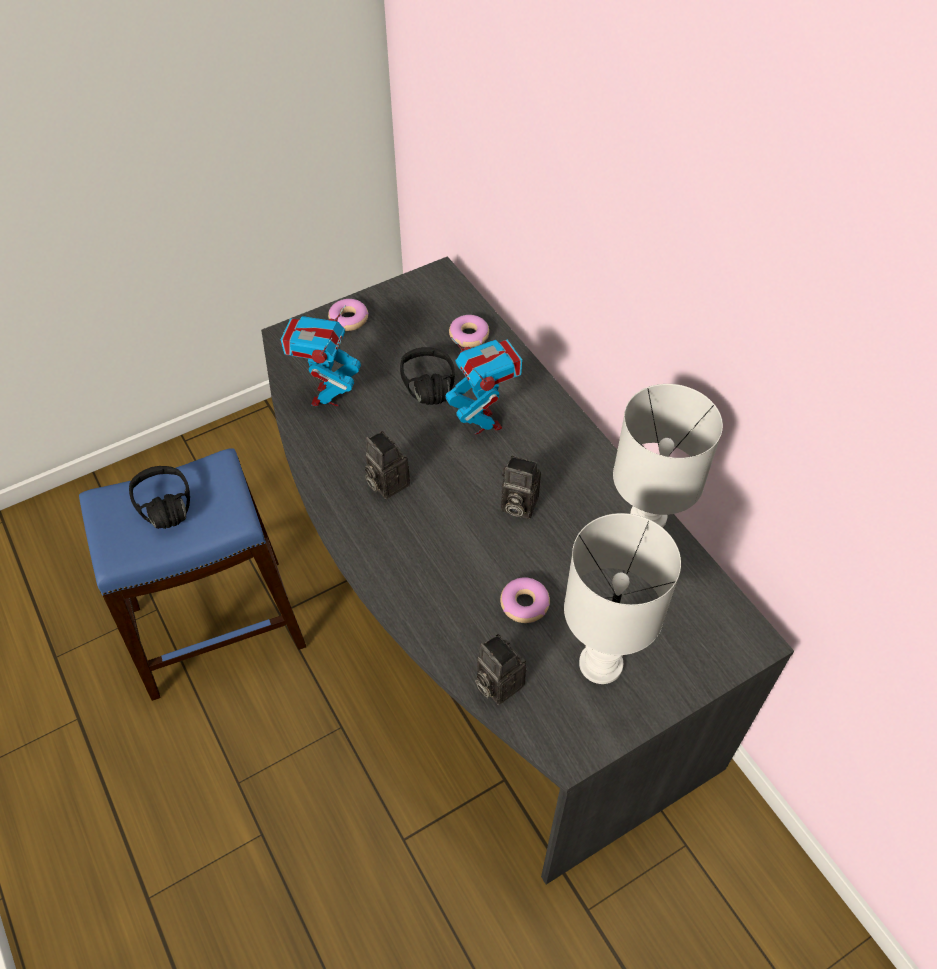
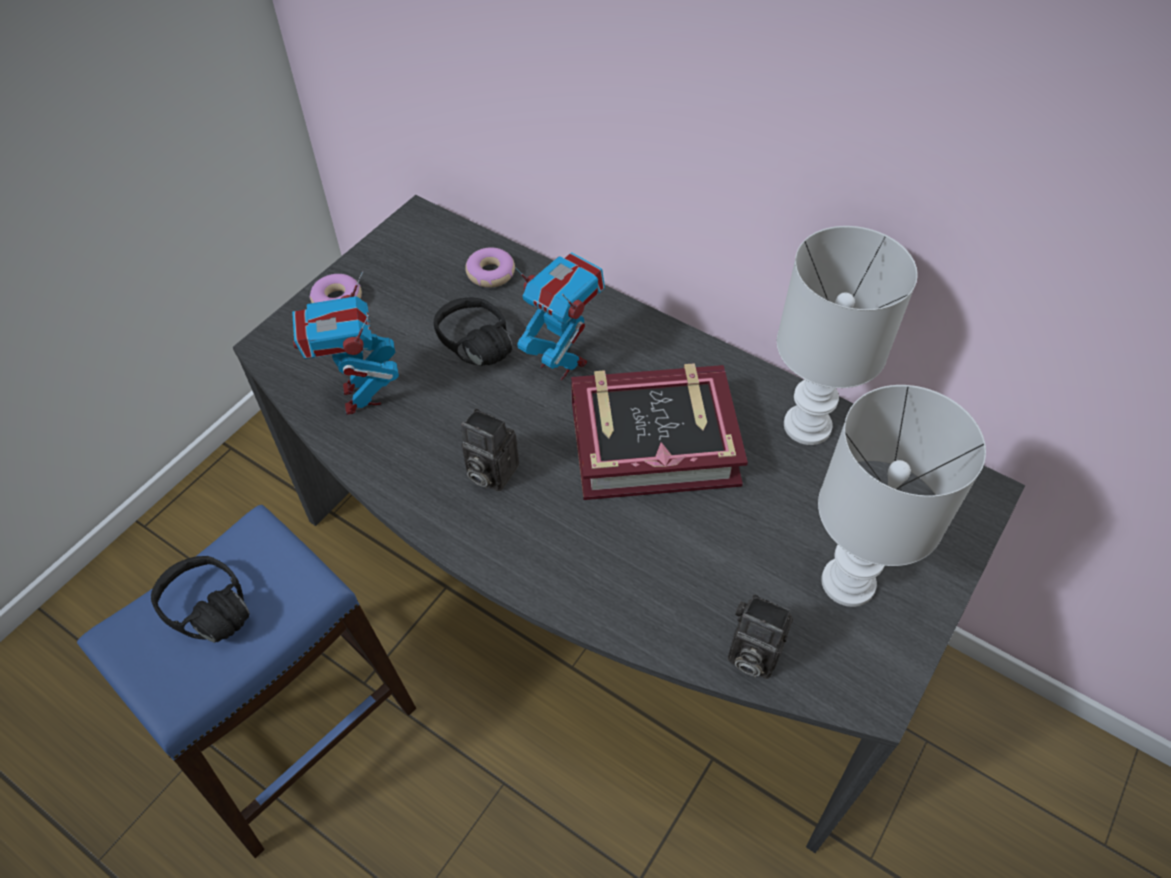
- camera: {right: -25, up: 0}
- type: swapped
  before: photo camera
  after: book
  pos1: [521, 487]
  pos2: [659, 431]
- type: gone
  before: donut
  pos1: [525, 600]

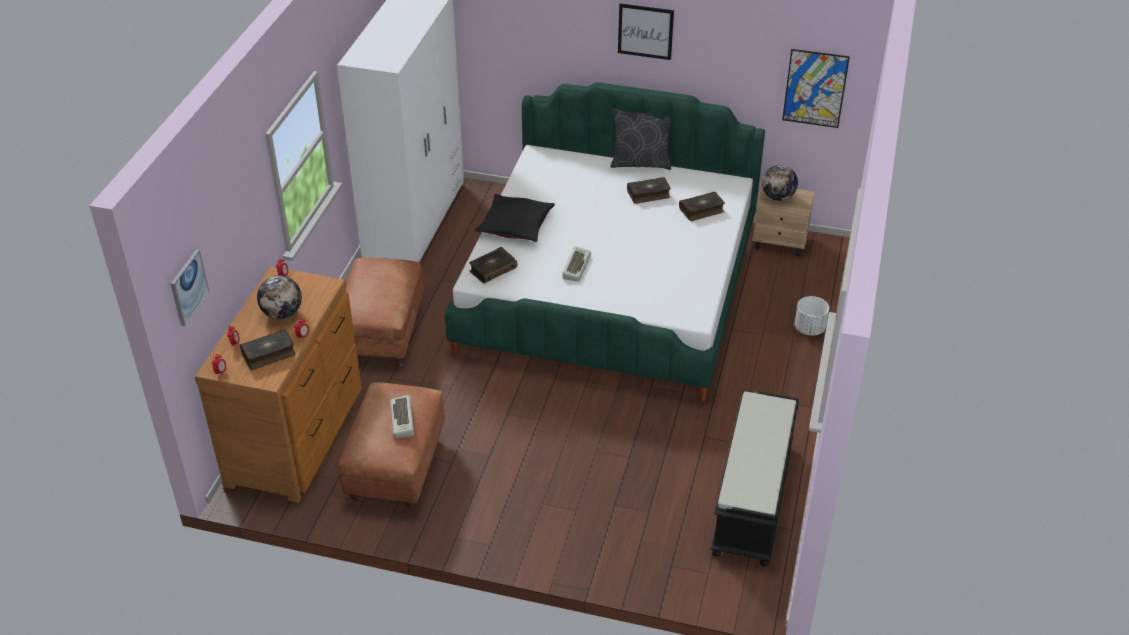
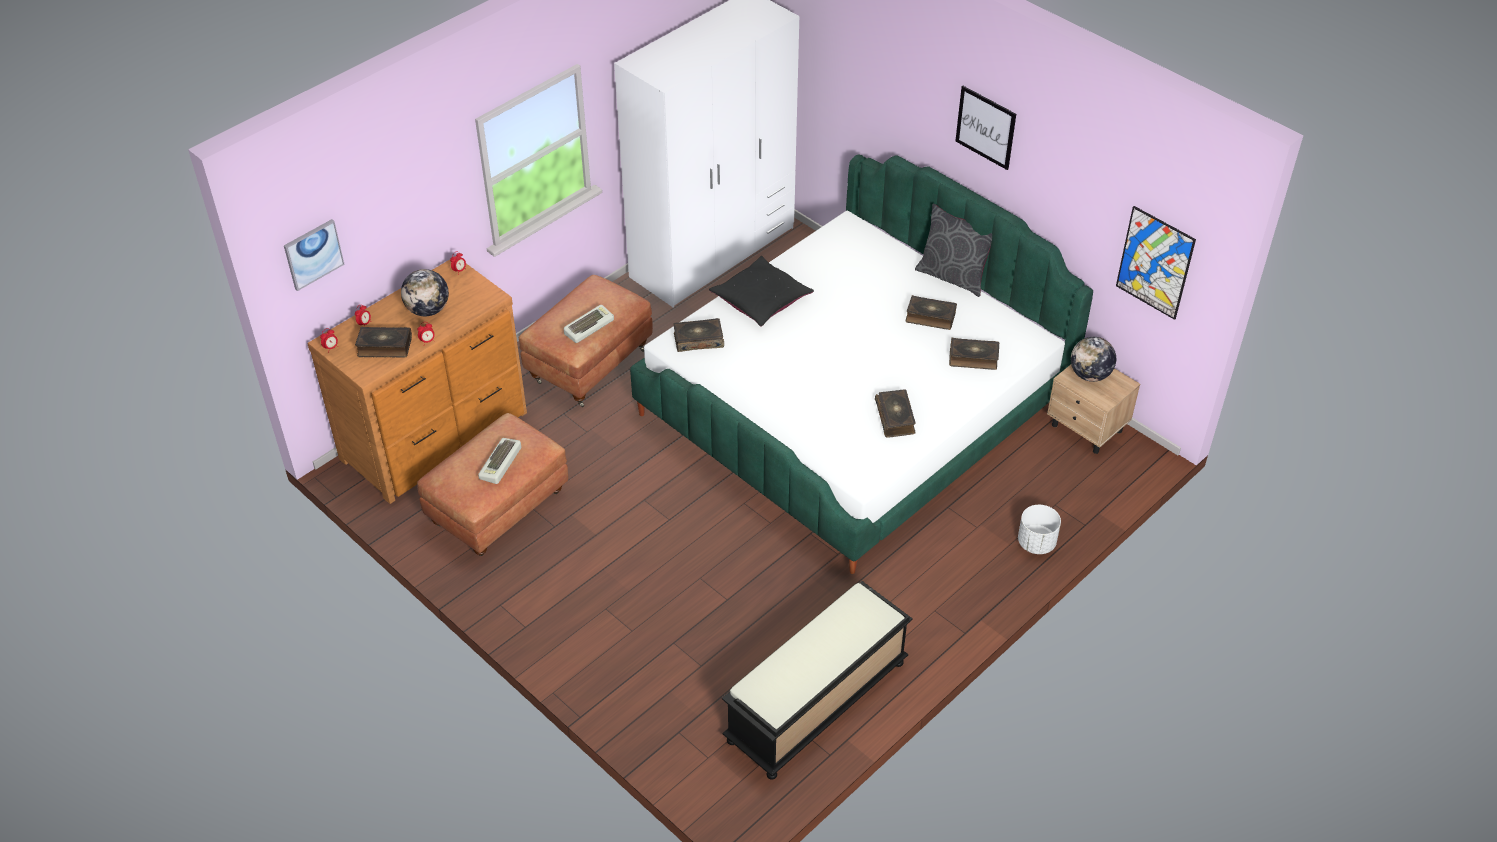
- camera: {right: 30, up: 5}
- type: shifted
  before: keyboard
  pos1: [577, 264]
  pos2: [589, 324]
- type: new
  after: book
  pos2: [895, 413]

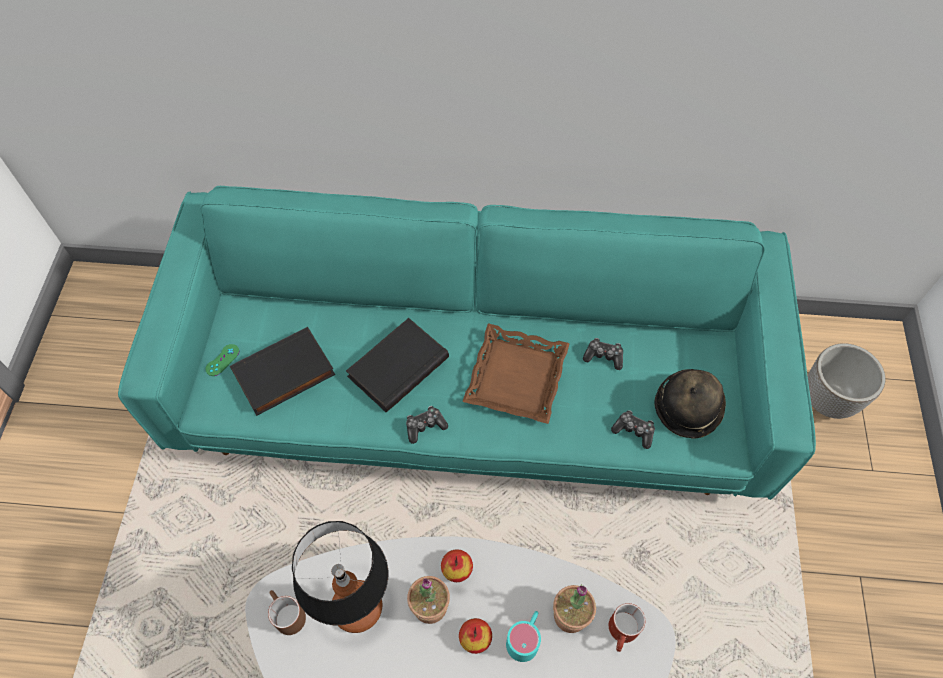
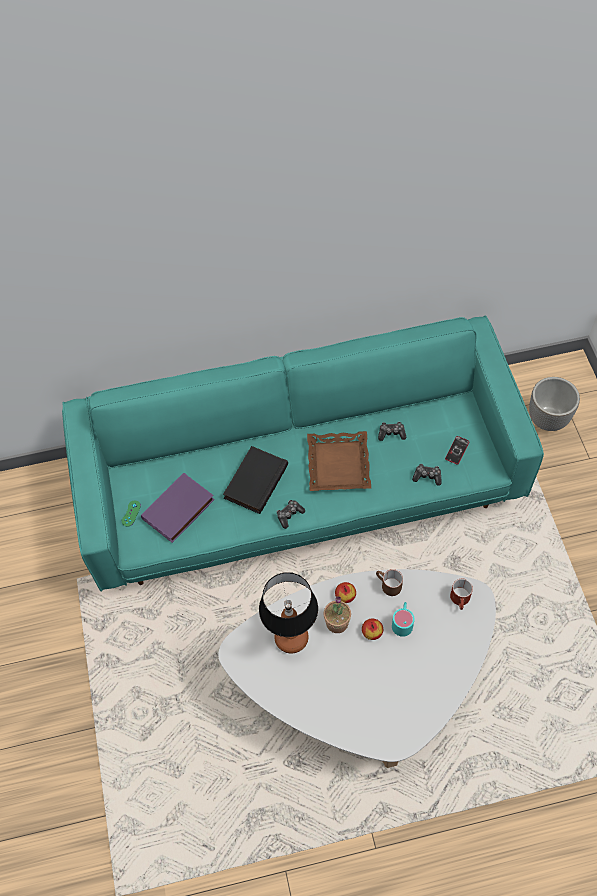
- camera: {right: -15, up: 0}
- type: repainted
  before: book (black)
  after: book (purple)
  pos1: [282, 371]
  pos2: [178, 508]
- type: shifted
  before: mug (brown)
  pos1: [287, 612]
  pos2: [389, 582]
- type: swapped
  before: hat
  after: phone
  pos1: [690, 404]
  pos2: [457, 450]
- type: gone
  before: potted plant
  pos1: [574, 608]

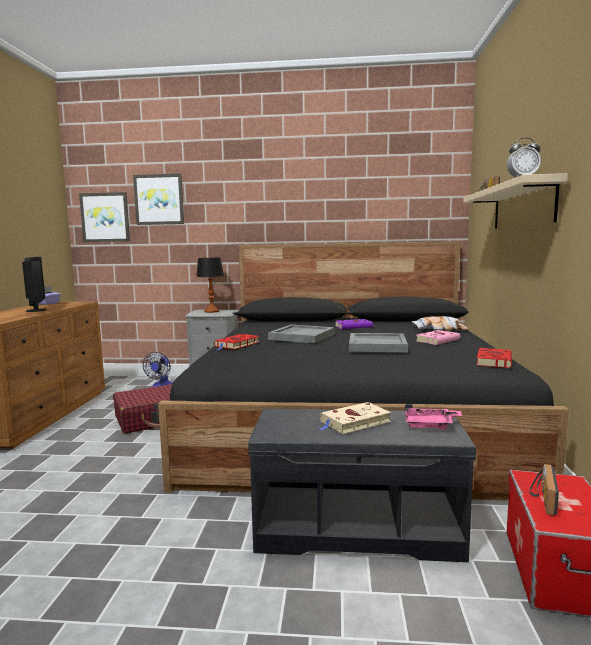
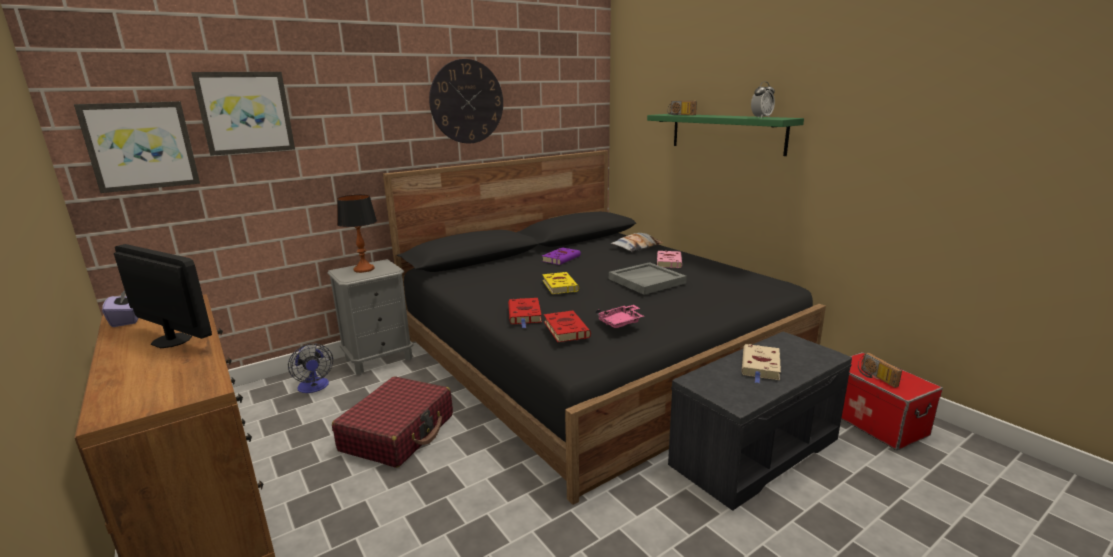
- camera: {right: -40, up: 10}
- type: new
  after: wall clock
  pos2: [466, 101]
- type: swapped
  before: tray (grey)
  after: book (yellow)
  pos1: [301, 334]
  pos2: [560, 283]
- type: shifted
  before: book (red)
  pos1: [494, 358]
  pos2: [567, 326]
- type: shifted
  before: tray (pink)
  pos1: [433, 416]
  pos2: [619, 316]
- type: repainted
  before: shelf (beige)
  after: shelf (green)
  pos1: [515, 201]
  pos2: [725, 135]

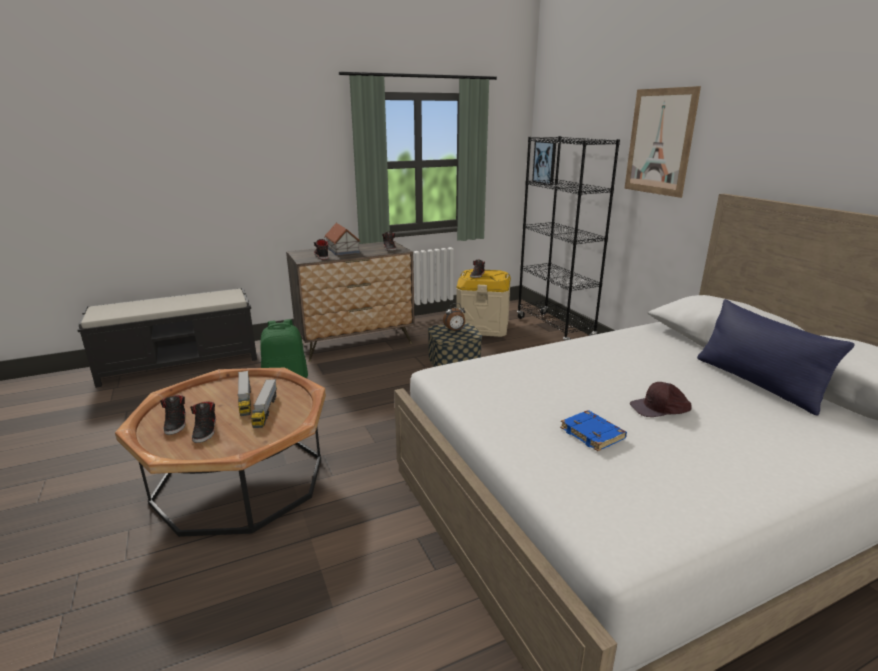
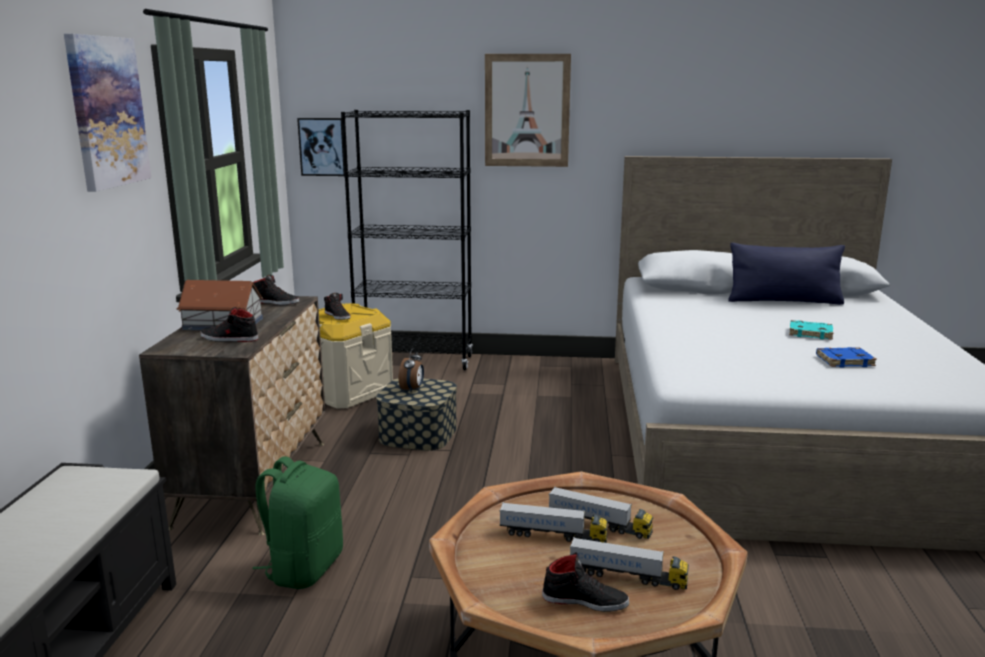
- camera: {right: -60, up: -5}
- type: new
  after: picture
  pos2: [107, 113]
- type: swapped
  before: shoe (black)
  after: toy truck
  pos1: [203, 422]
  pos2: [629, 563]
- type: swapped
  before: cap (brown)
  after: book (turquoise)
  pos1: [661, 399]
  pos2: [811, 330]

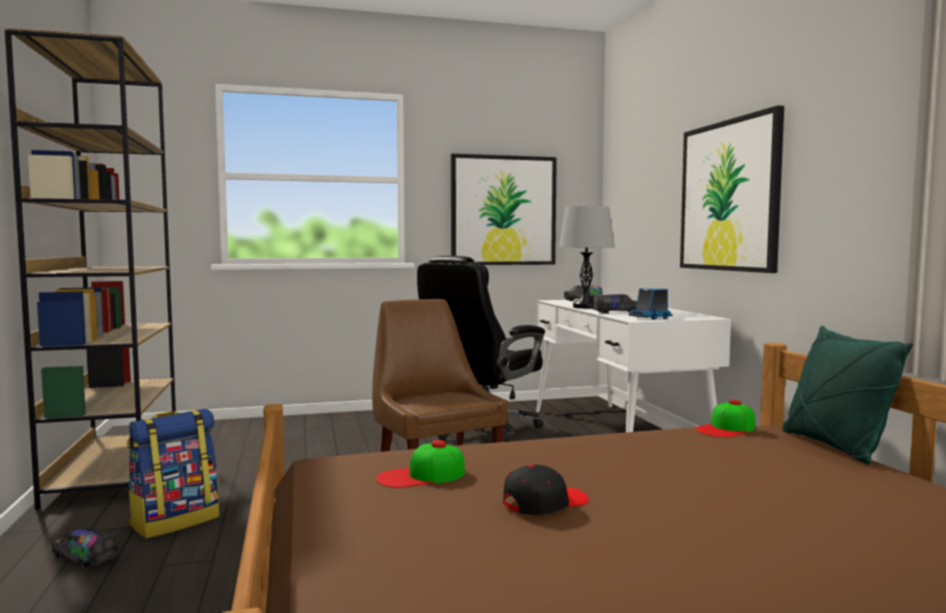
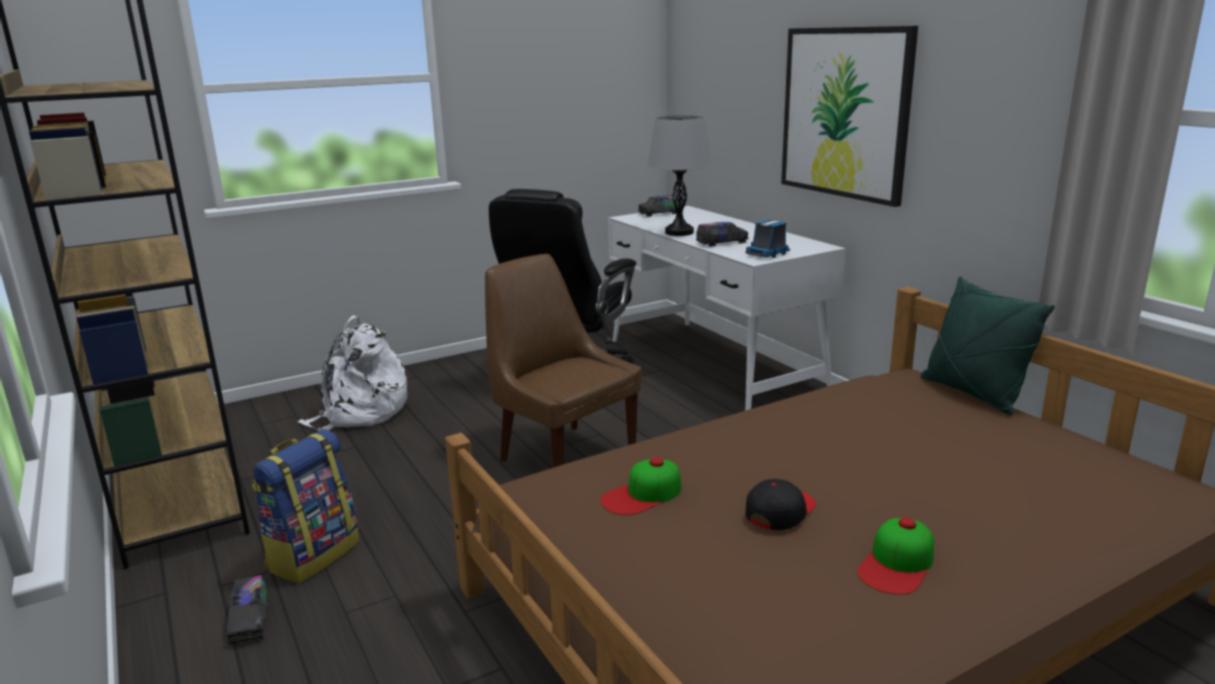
- camera: {right: -15, up: 15}
- type: rotated
  before: toy truck
  pos1: [85, 548]
  pos2: [247, 610]
  turn: -120
- type: new
  after: backpack (white)
  pos2: [352, 373]
- type: shifted
  before: cap
  pos1: [725, 418]
  pos2: [895, 556]
- type: gone
  before: picture
  pos1: [504, 209]

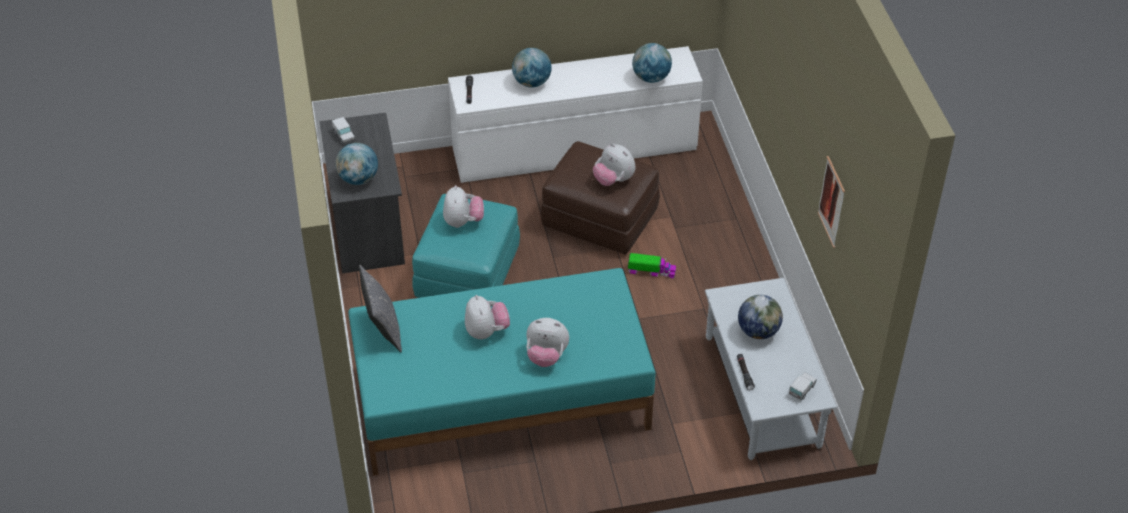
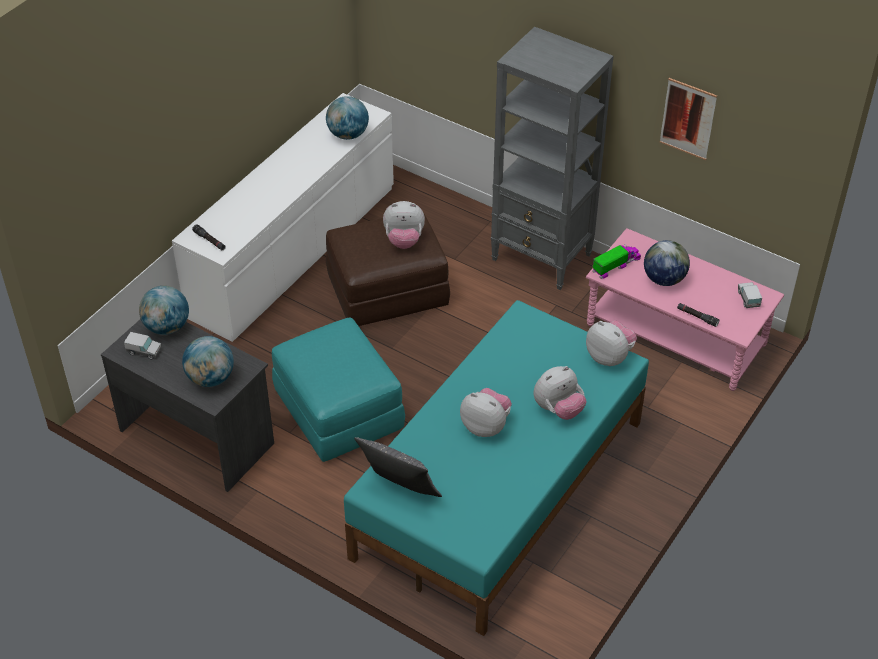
- camera: {right: -45, up: 0}
- type: shifted
  before: globe
  pos1: [532, 67]
  pos2: [164, 310]
- type: new
  after: bookcase (grey)
  pos2: [552, 158]
- type: repainted
  before: coffee table (grey)
  after: coffee table (pink)
  pos1: [771, 369]
  pos2: [685, 309]
- type: shifted
  before: plush toy
  pos1: [463, 206]
  pos2: [611, 343]
- type: shifted
  before: toy truck
  pos1: [652, 266]
  pos2: [616, 261]

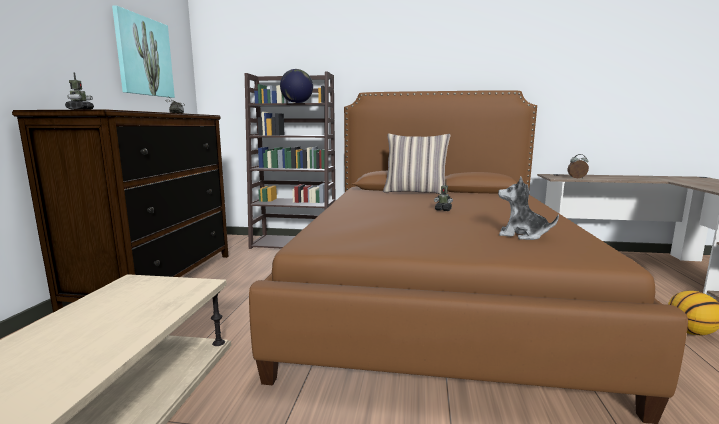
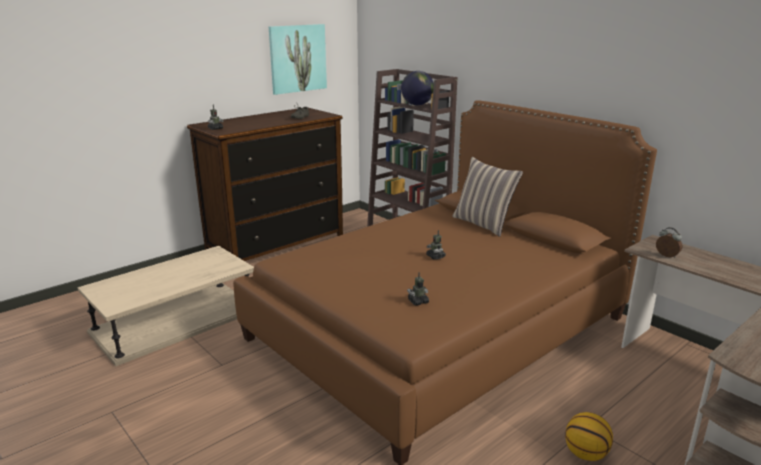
- camera: {right: 40, up: 10}
- type: swapped
  before: plush toy
  after: toy robot
  pos1: [528, 208]
  pos2: [418, 289]

